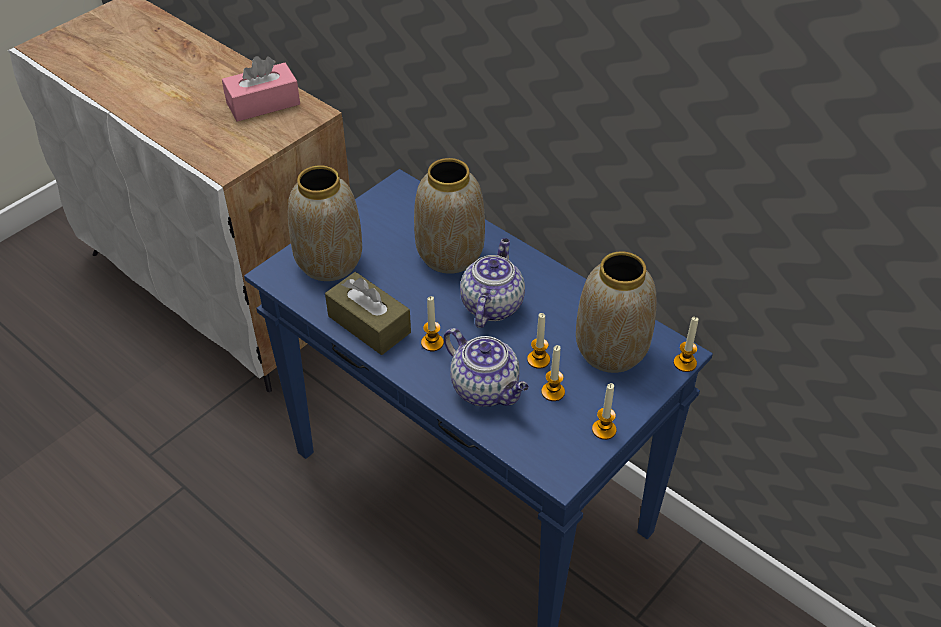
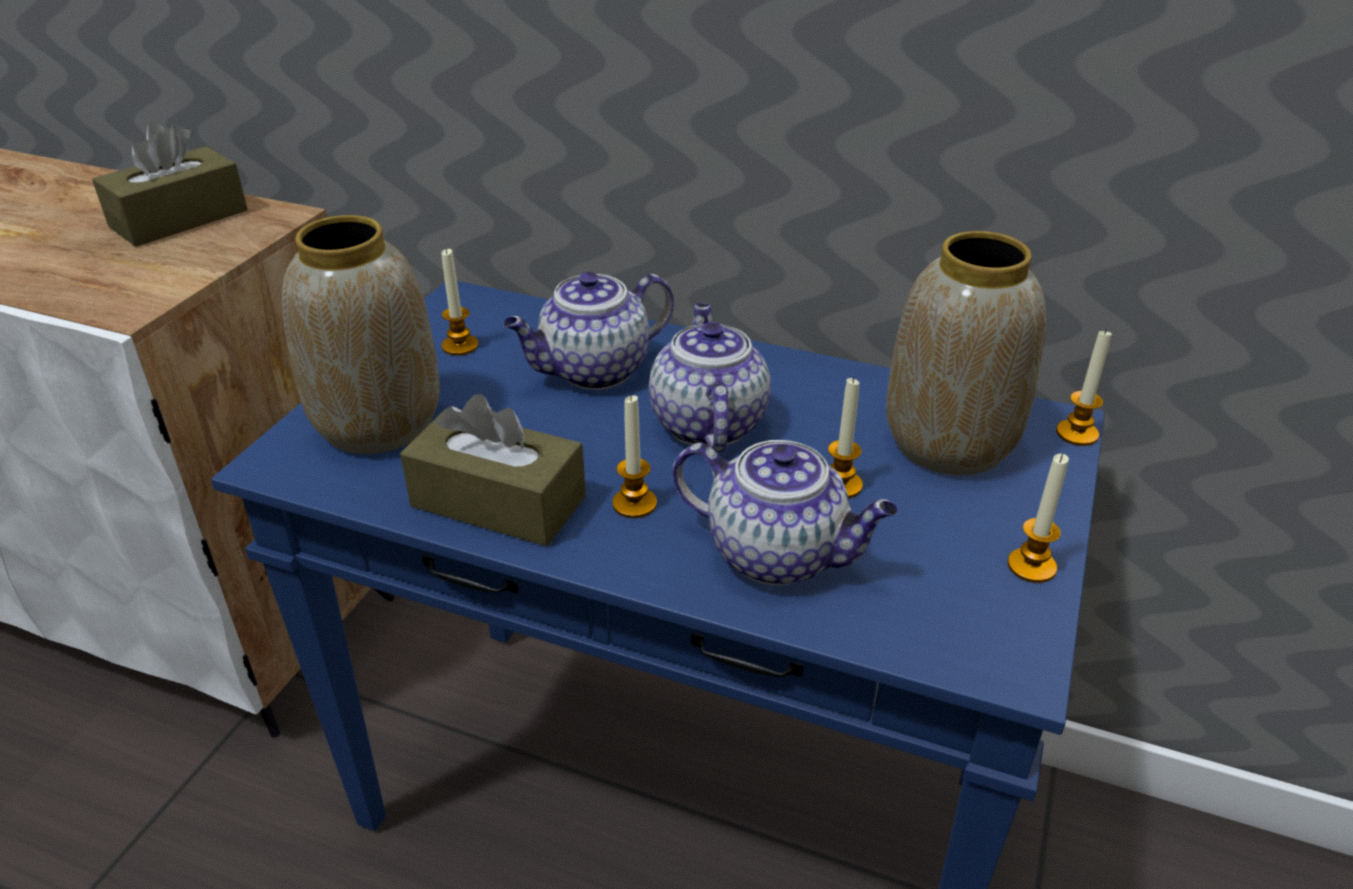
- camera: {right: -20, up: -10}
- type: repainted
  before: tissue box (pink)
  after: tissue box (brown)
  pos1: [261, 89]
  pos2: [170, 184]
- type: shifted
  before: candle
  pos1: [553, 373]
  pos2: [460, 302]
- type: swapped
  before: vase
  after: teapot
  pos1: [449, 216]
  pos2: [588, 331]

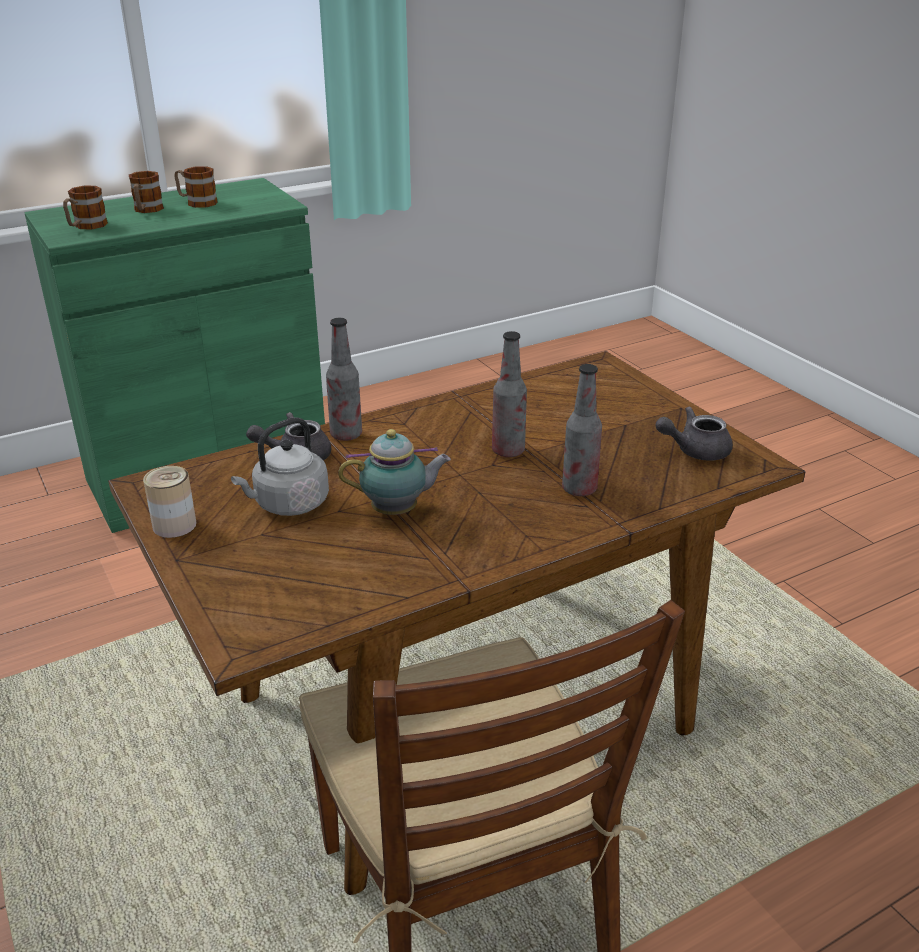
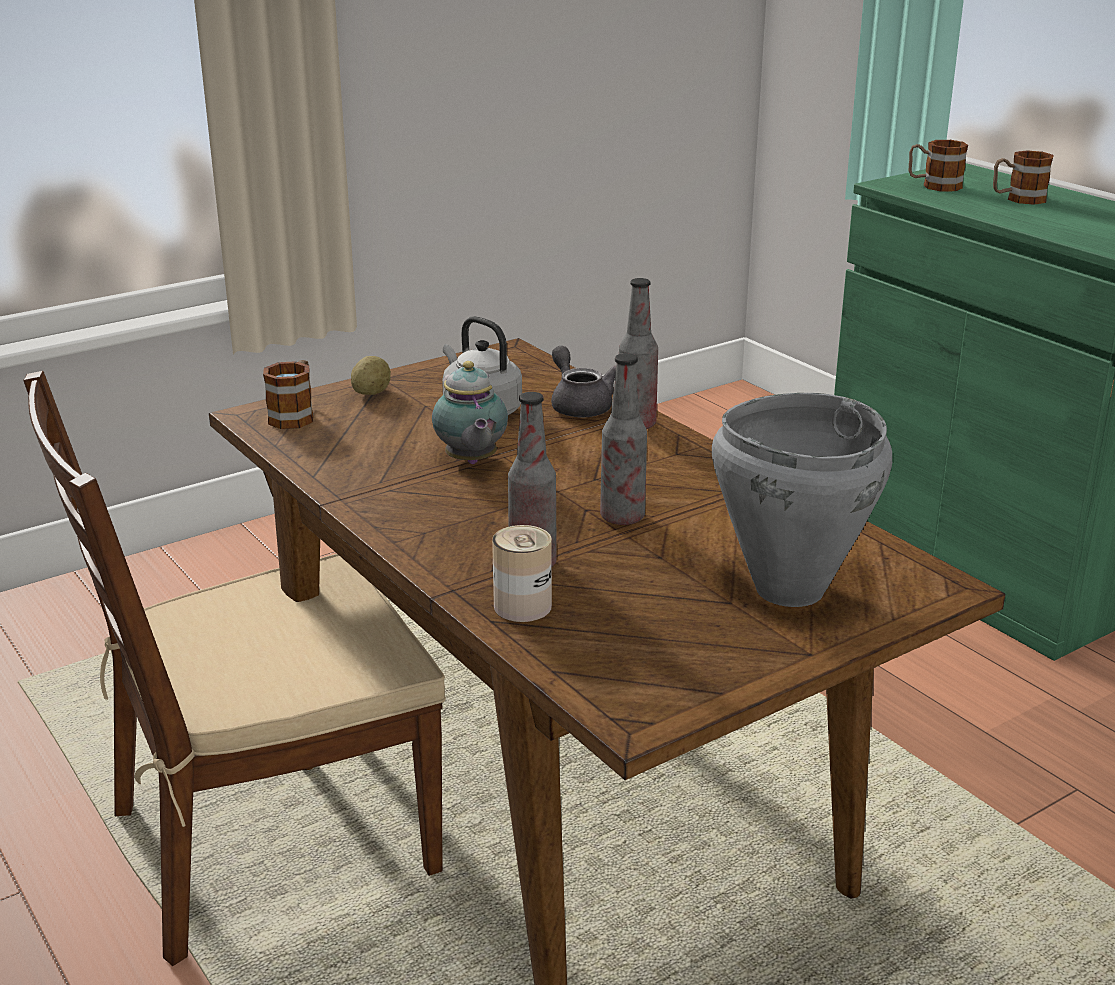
- camera: {right: 85, up: -5}
- type: shifted
  before: mug
  pos1: [196, 187]
  pos2: [288, 394]
- type: new
  after: potato
  pos2: [371, 375]
- type: shifted
  before: can
  pos1: [169, 502]
  pos2: [522, 573]
- type: new
  after: cooking pot (grey)
  pos2: [802, 500]
- type: gone
  before: teapot (grey)
  pos1: [694, 433]

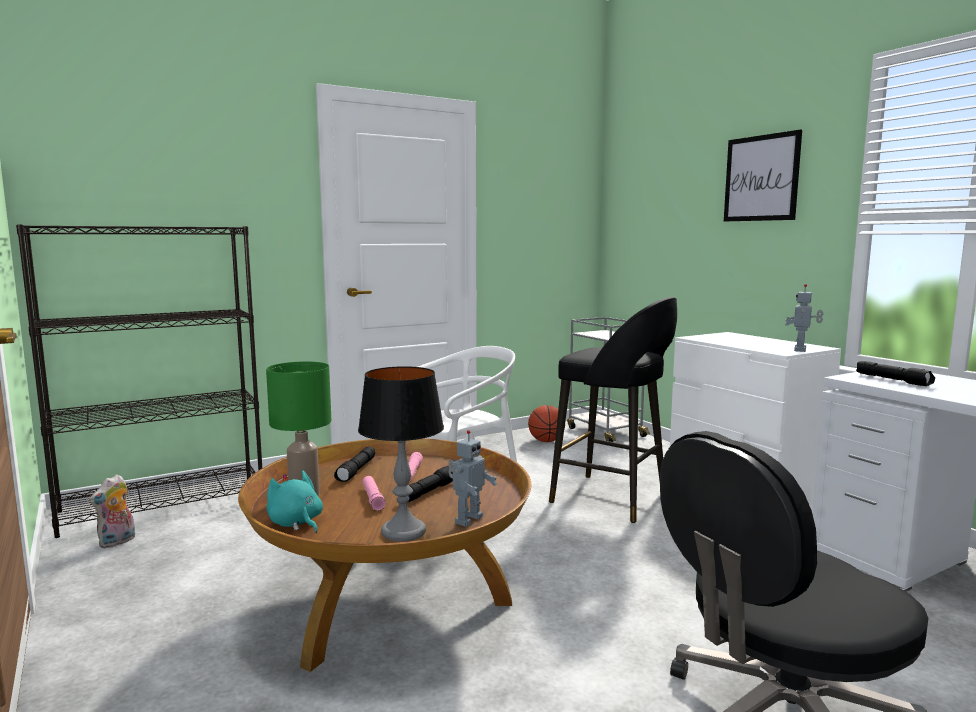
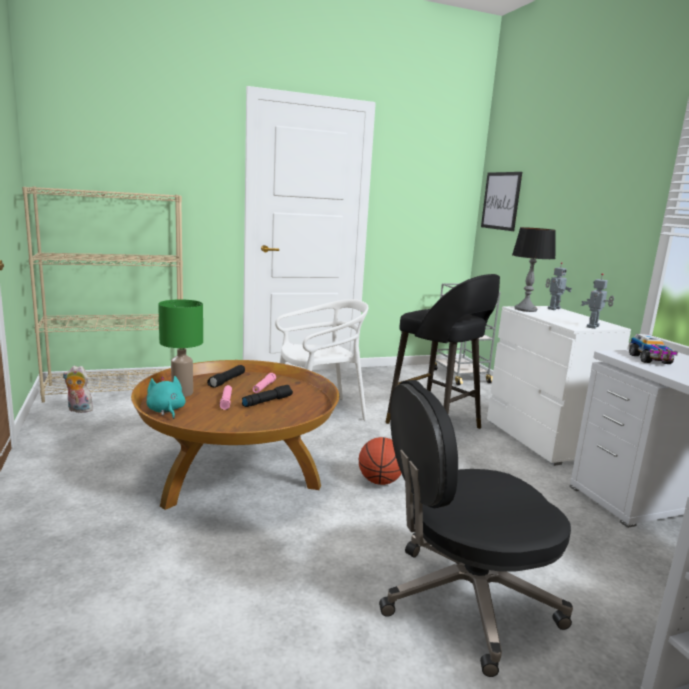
- camera: {right: 10, up: 5}
- type: repainted
  before: bookcase (black)
  after: bookcase (beige)
  pos1: [139, 381]
  pos2: [102, 294]
- type: rotated
  before: plush toy
  pos1: [112, 511]
  pos2: [78, 389]
  turn: 60
- type: shifted
  before: basketball
  pos1: [546, 423]
  pos2: [380, 461]
- type: shifted
  before: picture
  pos1: [763, 175]
  pos2: [501, 201]
- type: shifted
  before: table lamp
  pos1: [401, 454]
  pos2: [534, 269]
- type: shifted
  before: toy robot
  pos1: [472, 478]
  pos2: [559, 286]
- type: swapped
  before: flashlight (black)
  after: toy truck
  pos1: [895, 373]
  pos2: [653, 349]

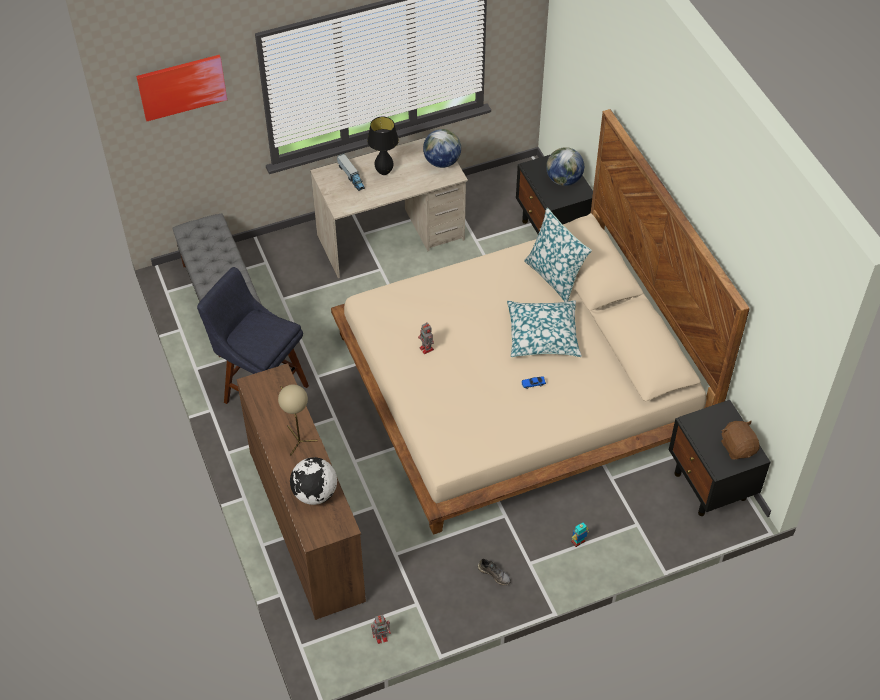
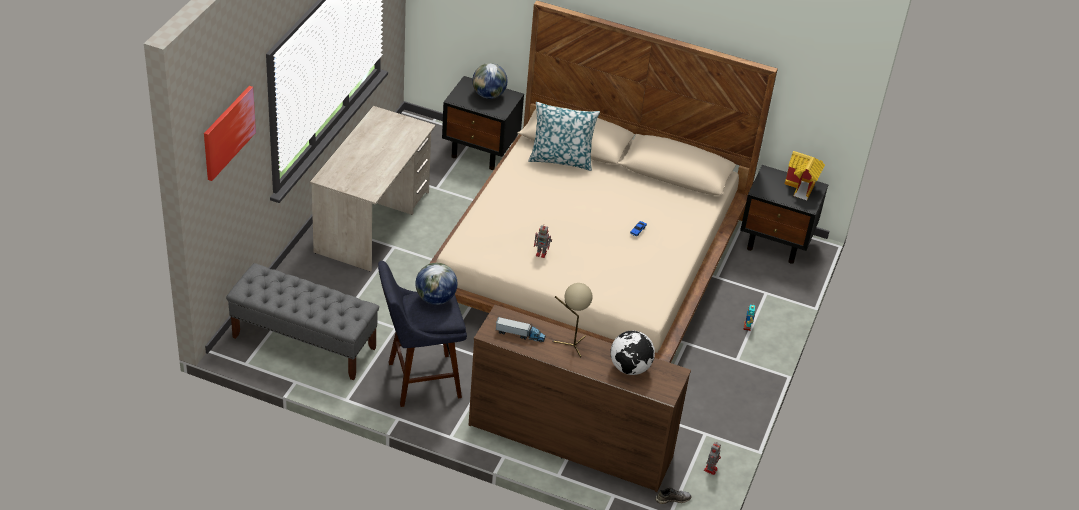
- camera: {right: -50, up: -10}
- type: shifted
  before: globe
  pos1: [442, 148]
  pos2: [437, 284]
- type: shifted
  before: toy truck
  pos1: [351, 172]
  pos2: [521, 329]
- type: shifted
  before: shoe (grey)
  pos1: [494, 572]
  pos2: [673, 496]
- type: swapped
  before: plush toy (brown)
  after: toy house
  pos1: [740, 440]
  pos2: [805, 175]
- type: gone
  before: table lamp (black)
  pos1: [383, 146]
- type: gone
  before: pillow
  pos1: [544, 328]

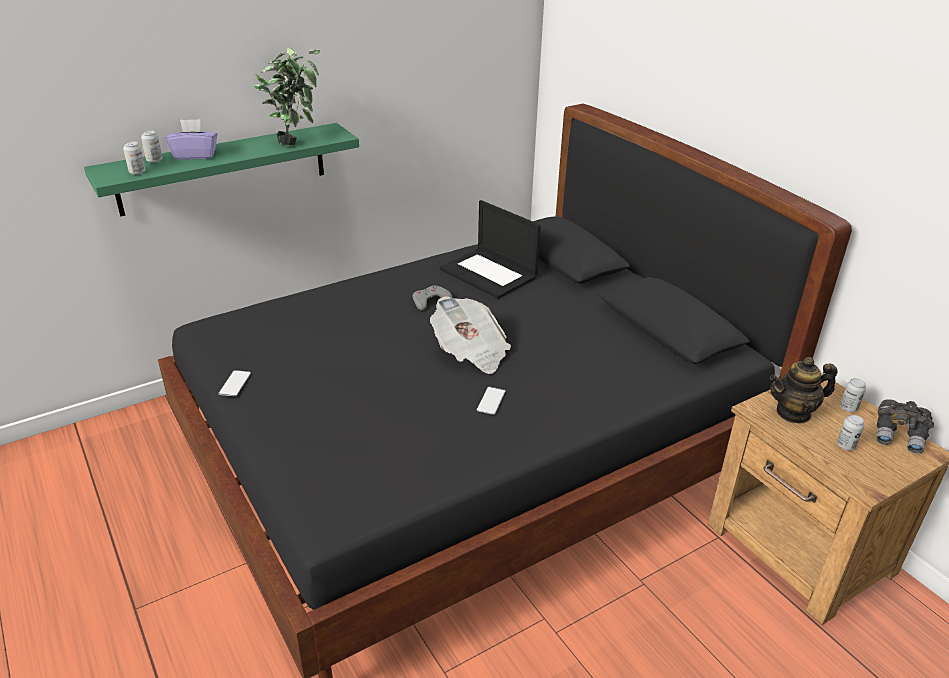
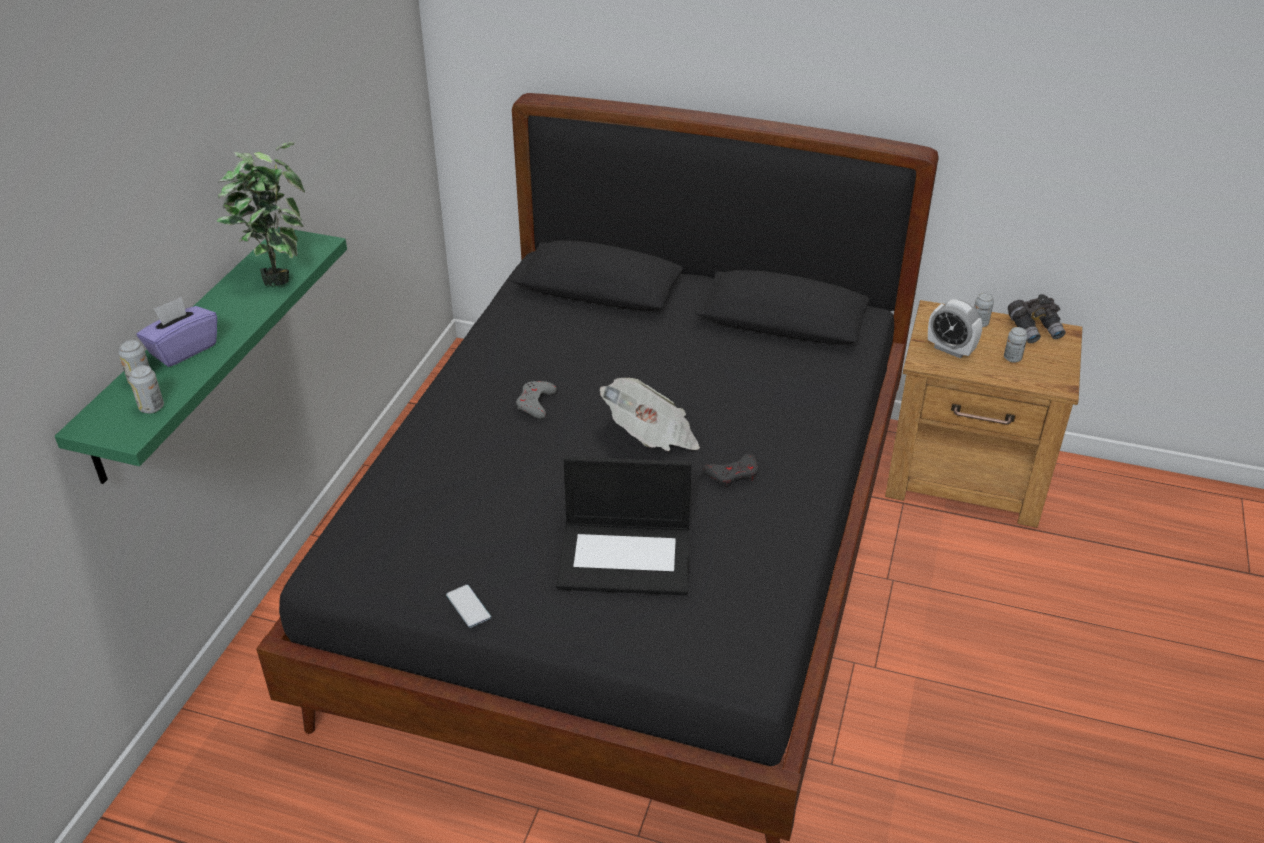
- camera: {right: -40, up: 5}
- type: shifted
  before: laptop
  pos1: [490, 249]
  pos2: [624, 526]
- type: swapped
  before: phone
  after: game controller (grey)
  pos1: [491, 401]
  pos2: [730, 471]
- type: swapped
  before: teapot
  after: alarm clock
  pos1: [804, 390]
  pos2: [955, 329]

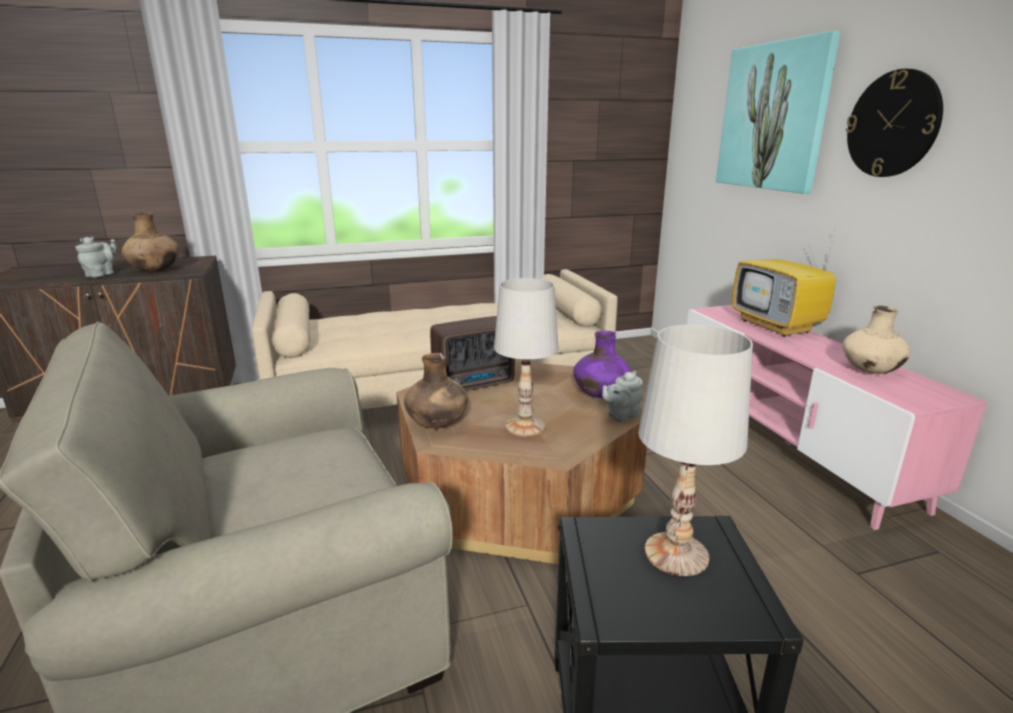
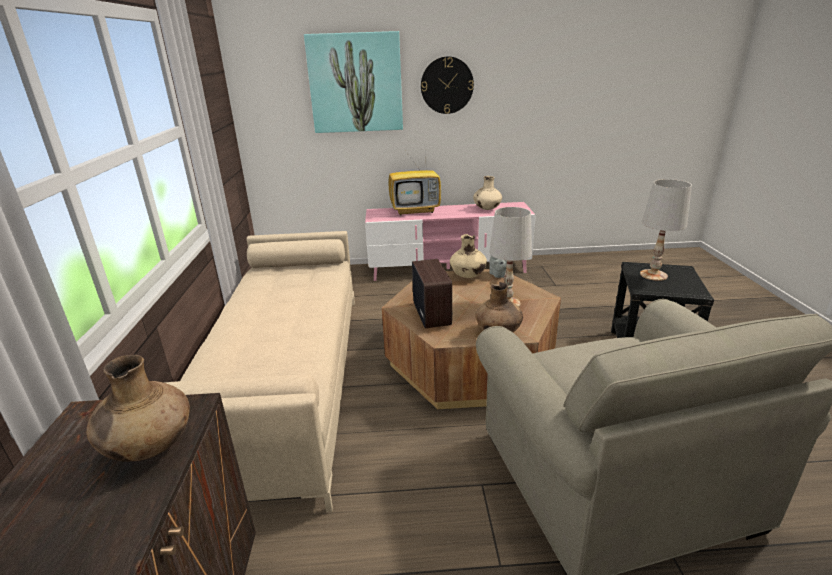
- camera: {right: -75, up: 5}
- type: repainted
  before: vase (purple)
  after: vase (beige)
  pos1: [602, 364]
  pos2: [468, 256]
- type: gone
  before: teapot (grey)
  pos1: [96, 257]

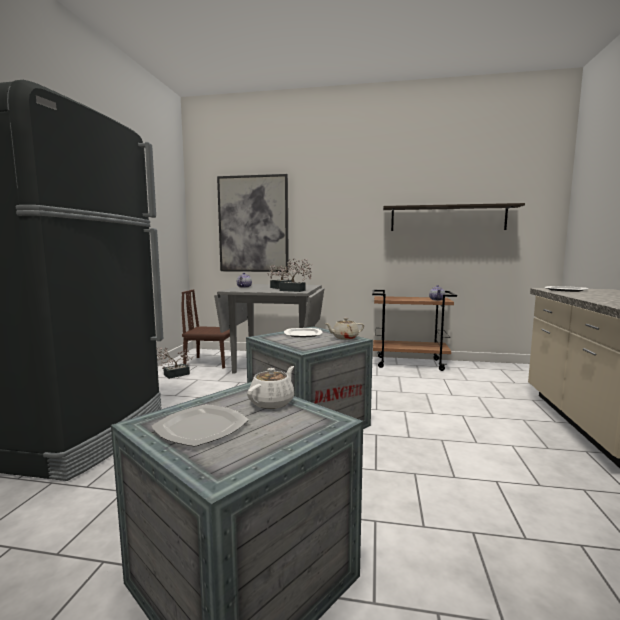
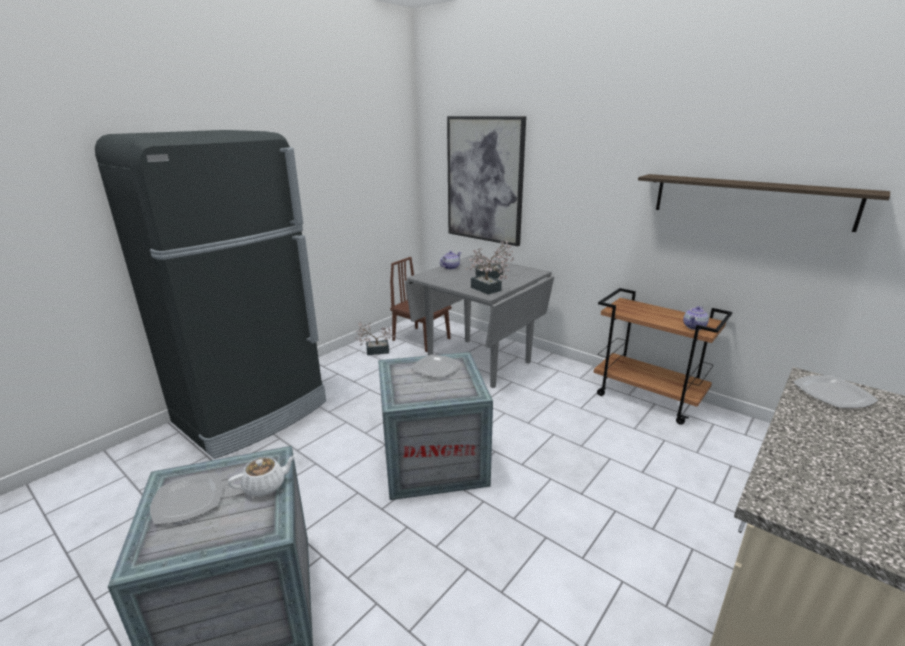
- camera: {right: 30, up: 15}
- type: gone
  before: teapot (beige)
  pos1: [344, 329]

